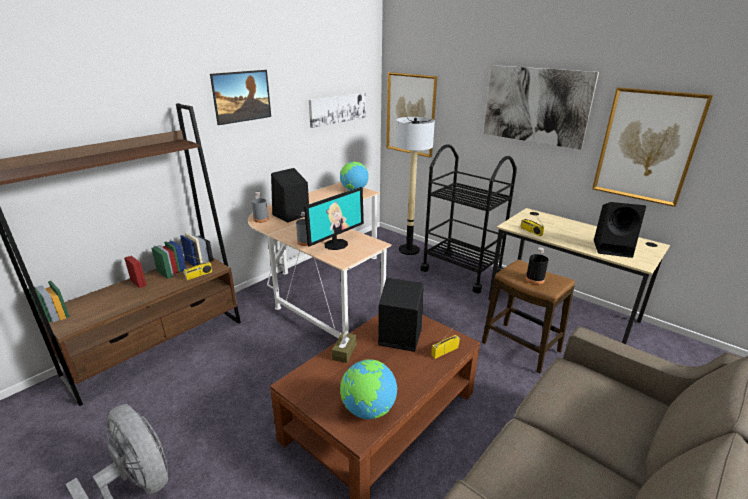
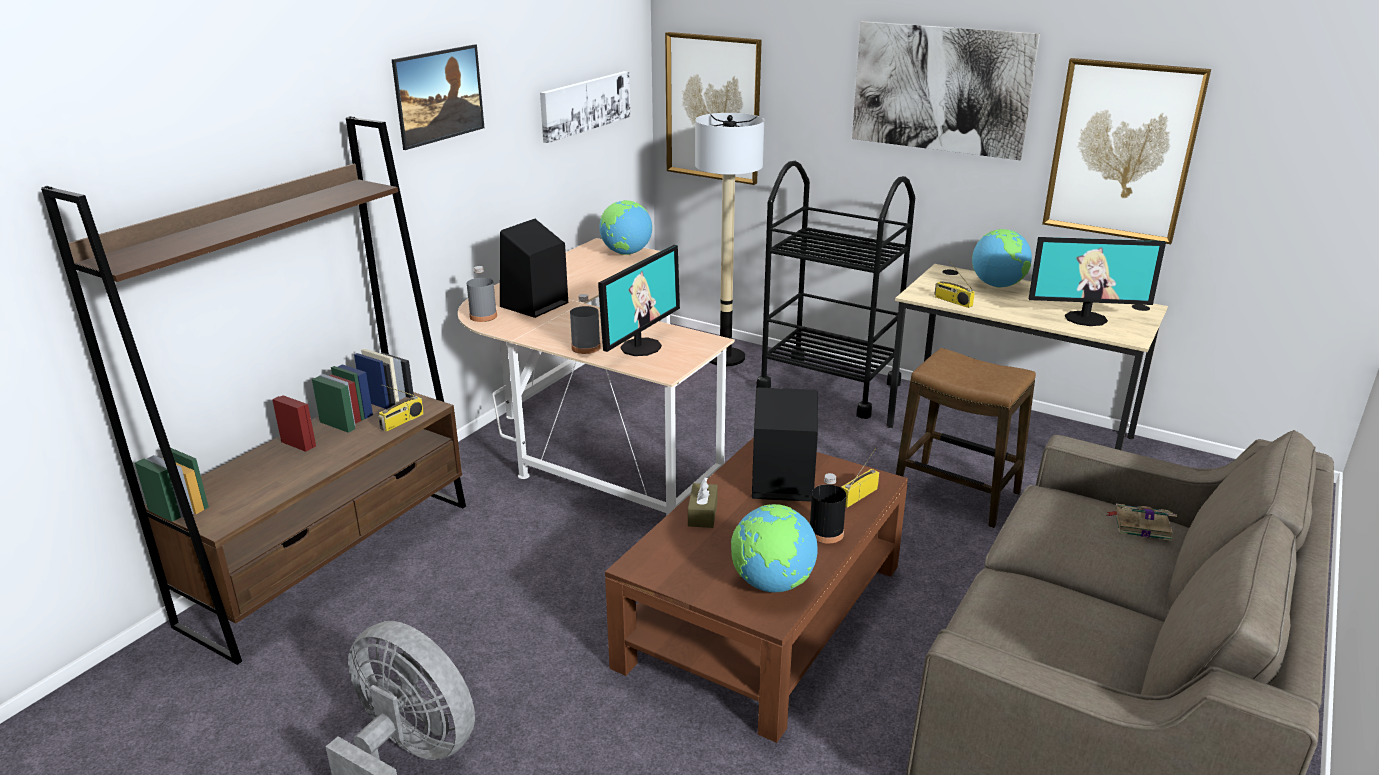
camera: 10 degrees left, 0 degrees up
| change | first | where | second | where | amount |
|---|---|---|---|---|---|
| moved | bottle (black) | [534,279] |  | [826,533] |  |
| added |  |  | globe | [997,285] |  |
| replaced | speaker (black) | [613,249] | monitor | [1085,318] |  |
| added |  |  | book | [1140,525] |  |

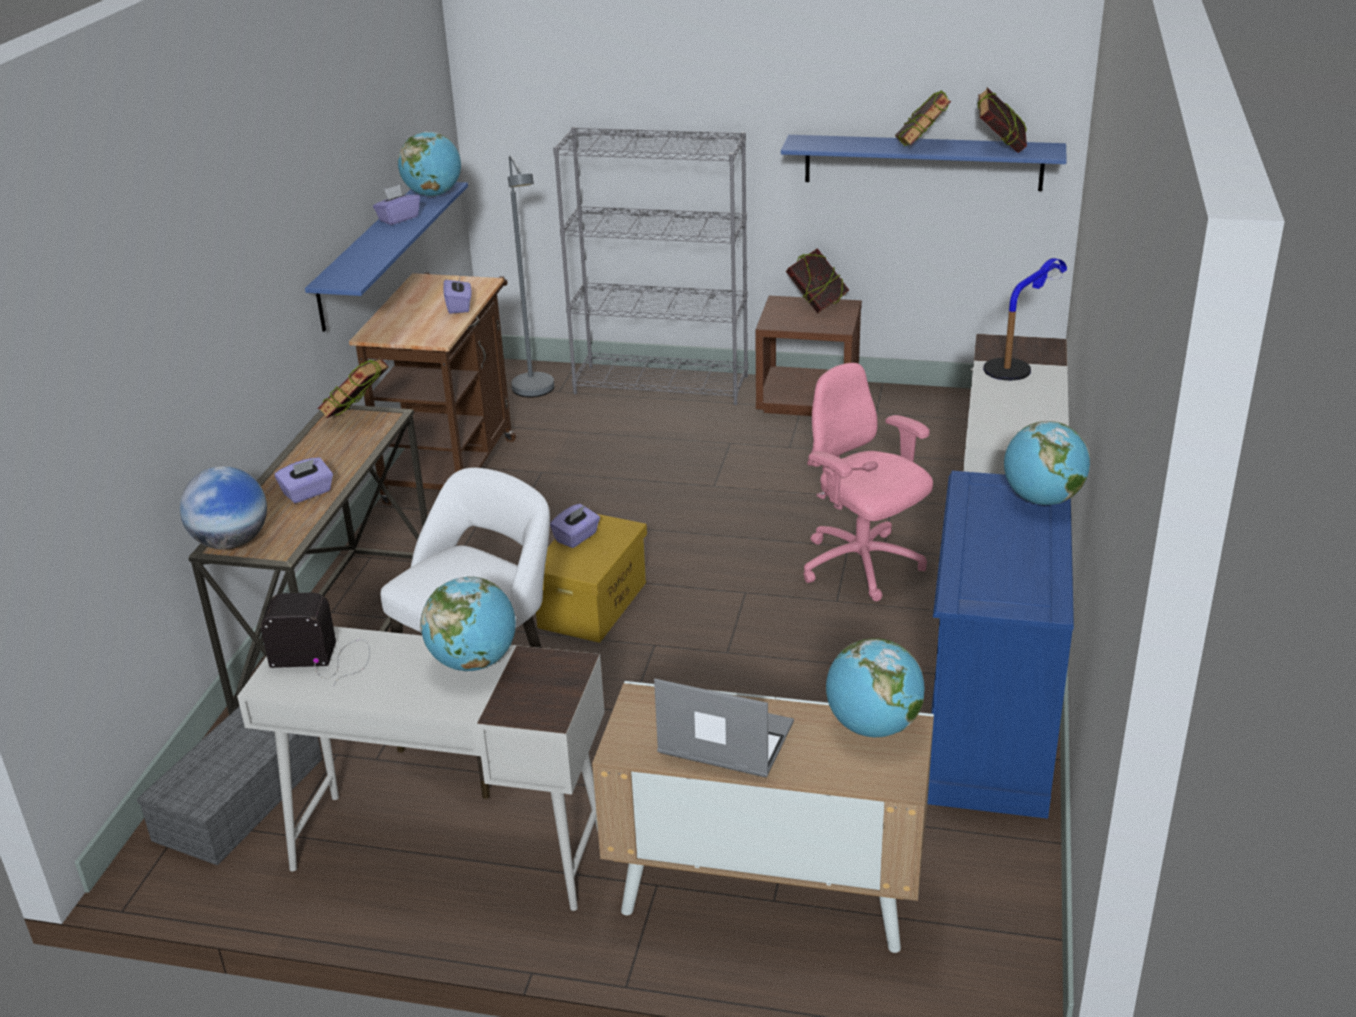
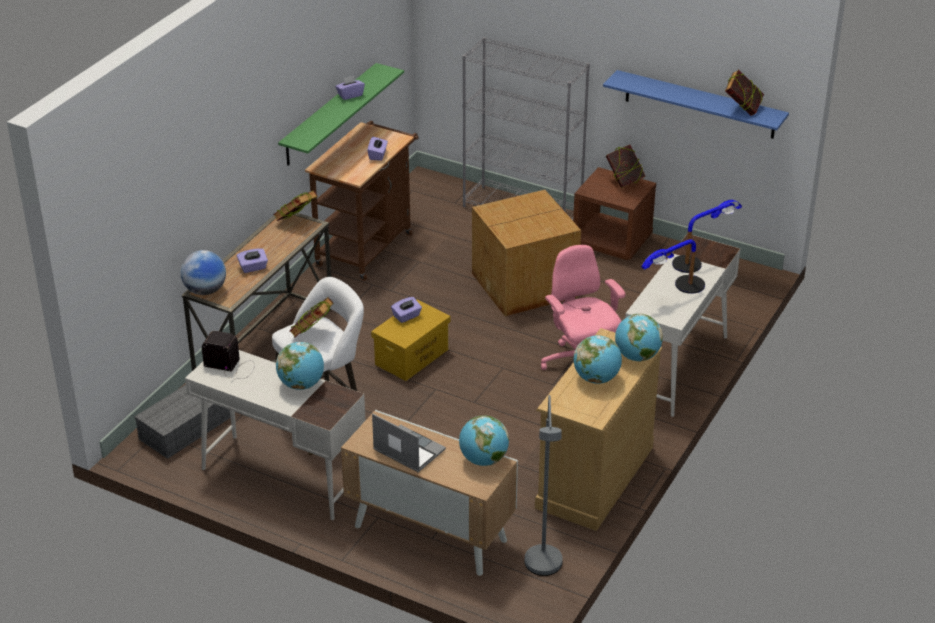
camera: 15 degrees right, 5 degrees up
| change | first | where | second | where | amount |
|---|---|---|---|---|---|
| recoloured | shelf (blue) | [370,254] | shelf (green) | [329,115] |  |
| moved | book | [921,146] |  | [312,334] |  |
| added |  |  | cardboard box | [526,285] |  |
| moved | floor lamp (grey) | [535,393] |  | [543,570] |  |
| recoloured | dresser (blue) | [988,729] | dresser (beige) | [594,477] |  |
| moved | globe | [433,194] |  | [596,378] |  |
| added |  |  | table lamp | [677,290] |  |

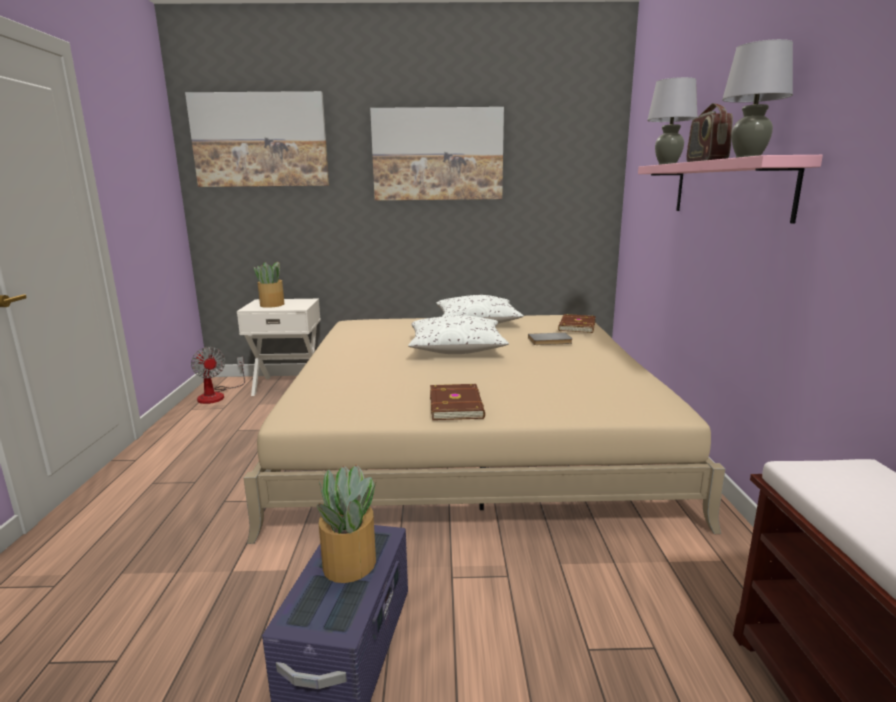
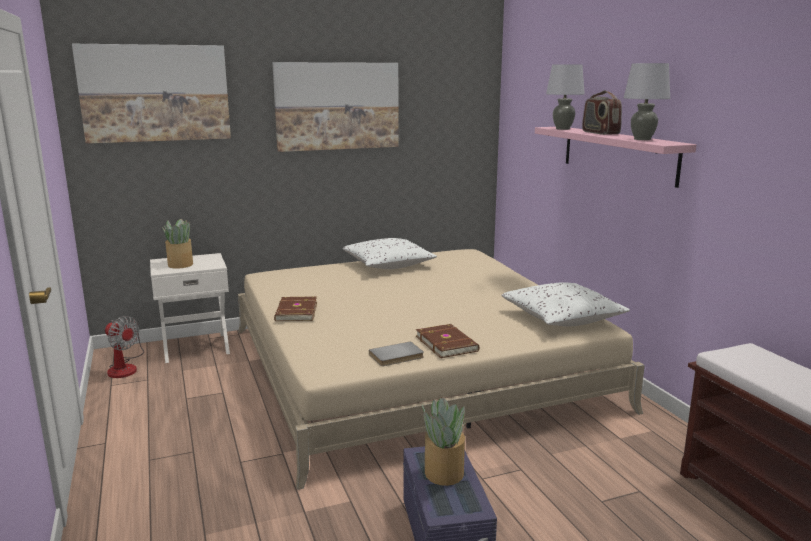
camera: 20 degrees left, 0 degrees up
| change | first | where | second | where | amount |
|---|---|---|---|---|---|
| moved | book (brown) | [576,326] |  | [295,312] |  |
| moved | book (grey) | [550,341] |  | [397,356] |  |
| moved | pillow (white) | [456,348] |  | [562,318] |  |

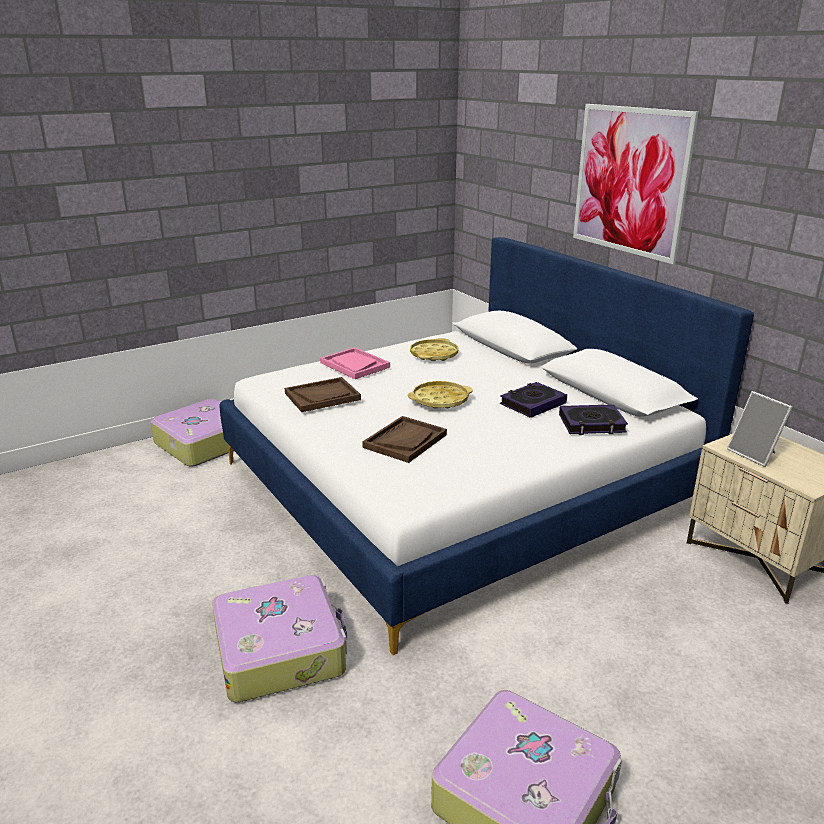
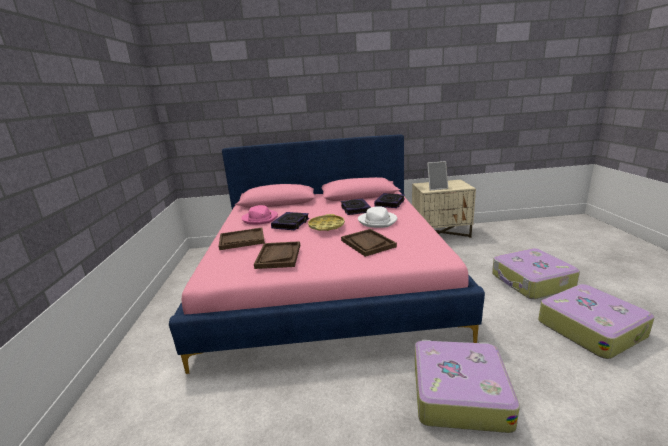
camera: 60 degrees left, 5 degrees down
| change | first | where | second | where | amount |
|---|---|---|---|---|---|
| recoloured | bed (white) | [458,485] | bed (pink) | [326,280] |  |
| recoloured | tray (pink) | [354,365] | tray (brown) | [242,240] |  |
| replaced | tray (yellow) | [434,354] | hat (pink) | [260,219] |  |
| added |  |  | book | [291,223] |  |
| added |  |  | hat (white) | [377,221] |  |
| moved | suitcase | [202,443] |  | [531,282] |  |
| removed | picture | [630,181] |  |  |  |

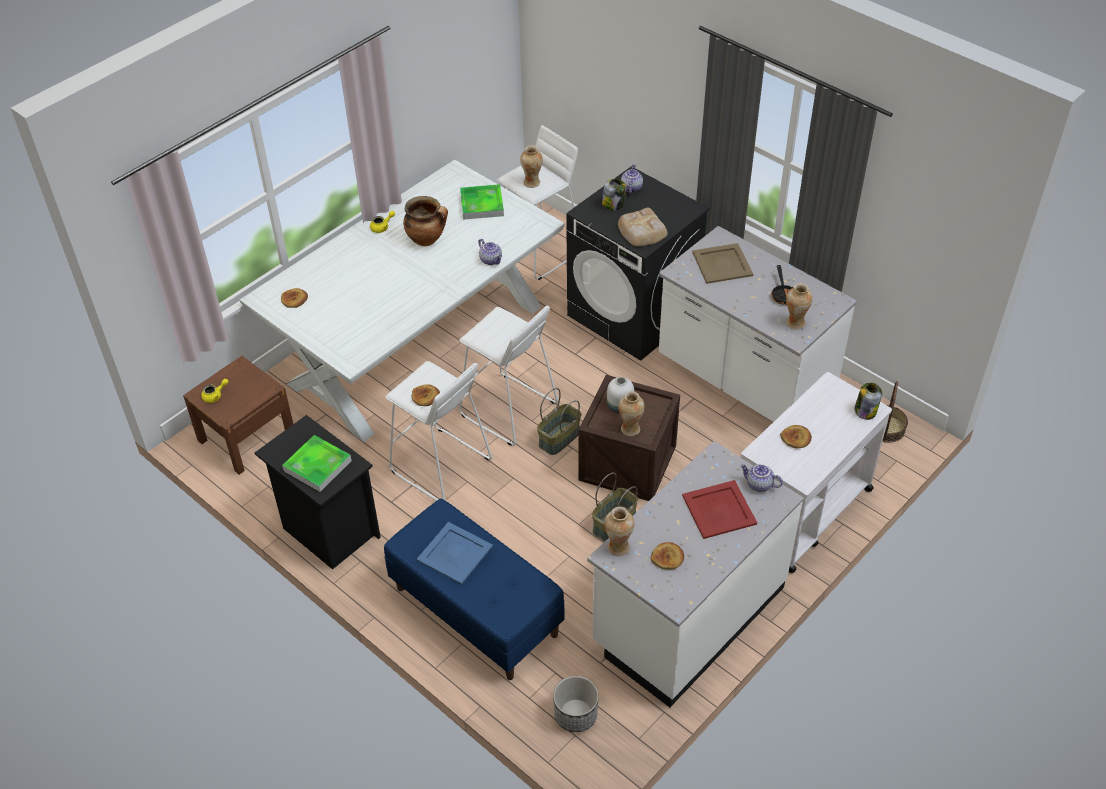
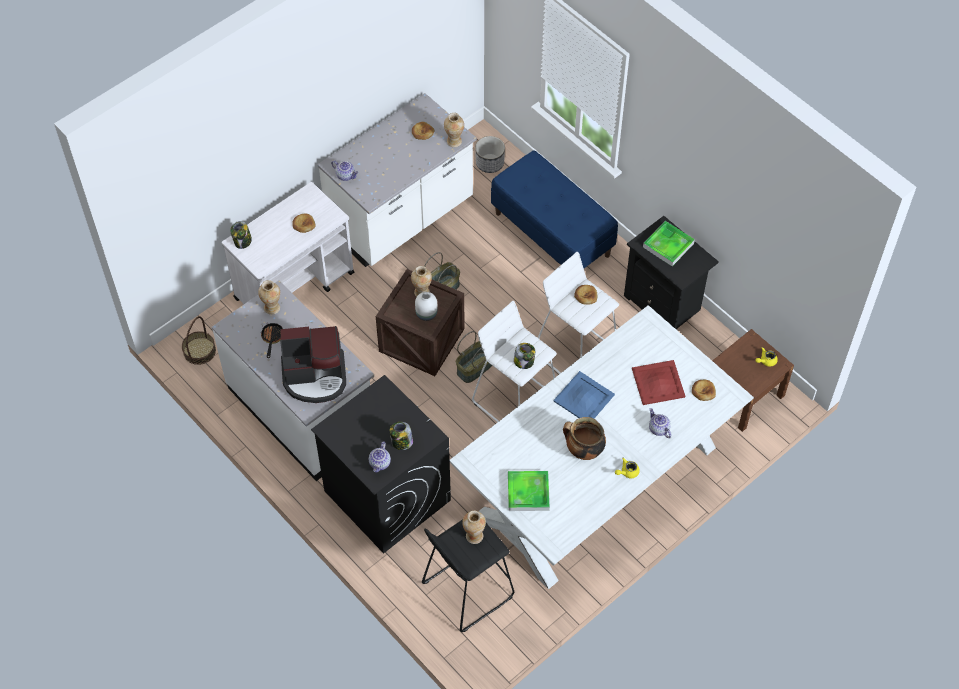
camera: 175 degrees left, 10 degrees up
| change | first | where | second | where | amount |
|---|---|---|---|---|---|
| replaced | tray (beige) | [722,264] | coffee machine | [315,377] |  |
| recoloured | stool (white) | [540,251] | stool (black) | [467,589] |  |
| added |  |  | jar | [524,361] |  |
| moved | tray (blue) | [454,552] |  | [584,398] |  |
| moved | tray (red) | [719,509] |  | [658,383] |  |
| moved | teapot | [491,260] |  | [658,429] |  |
| removed | bread | [642,231] |  |  |  |

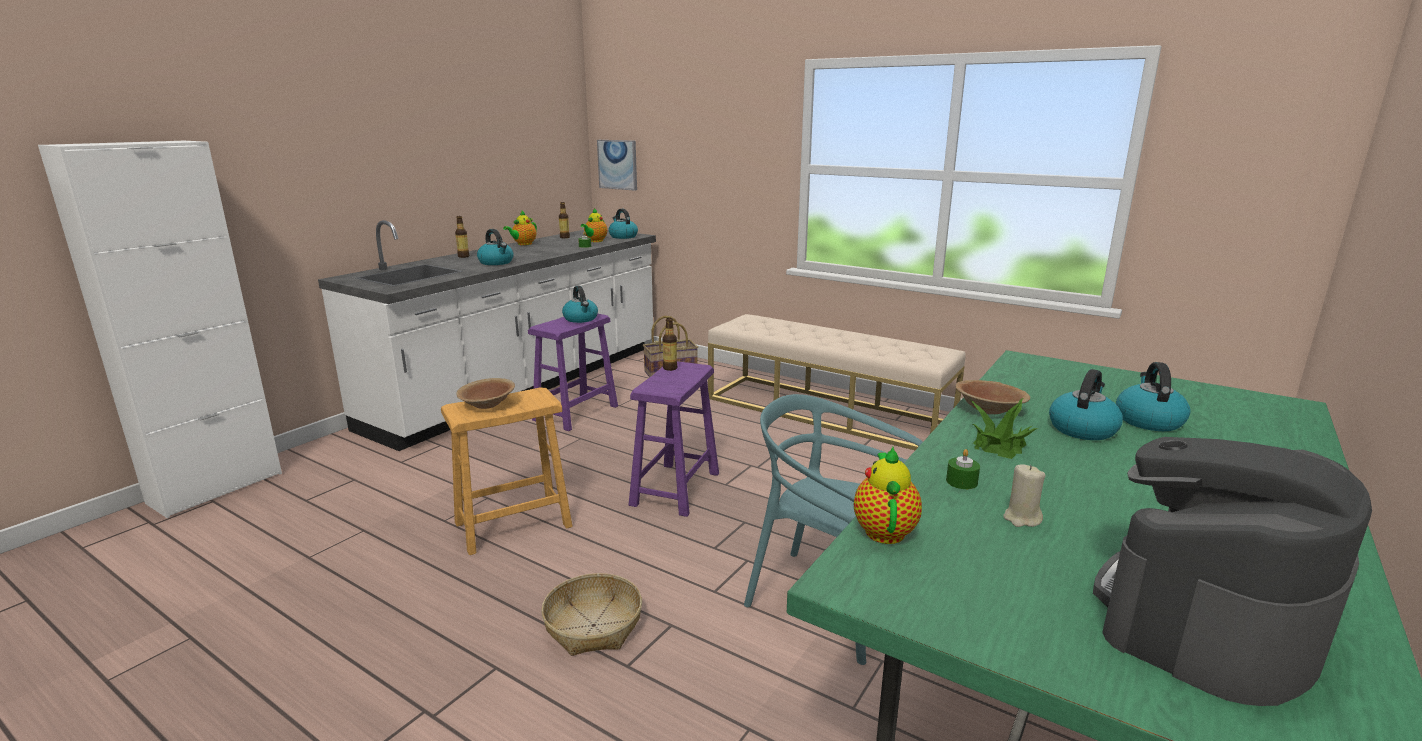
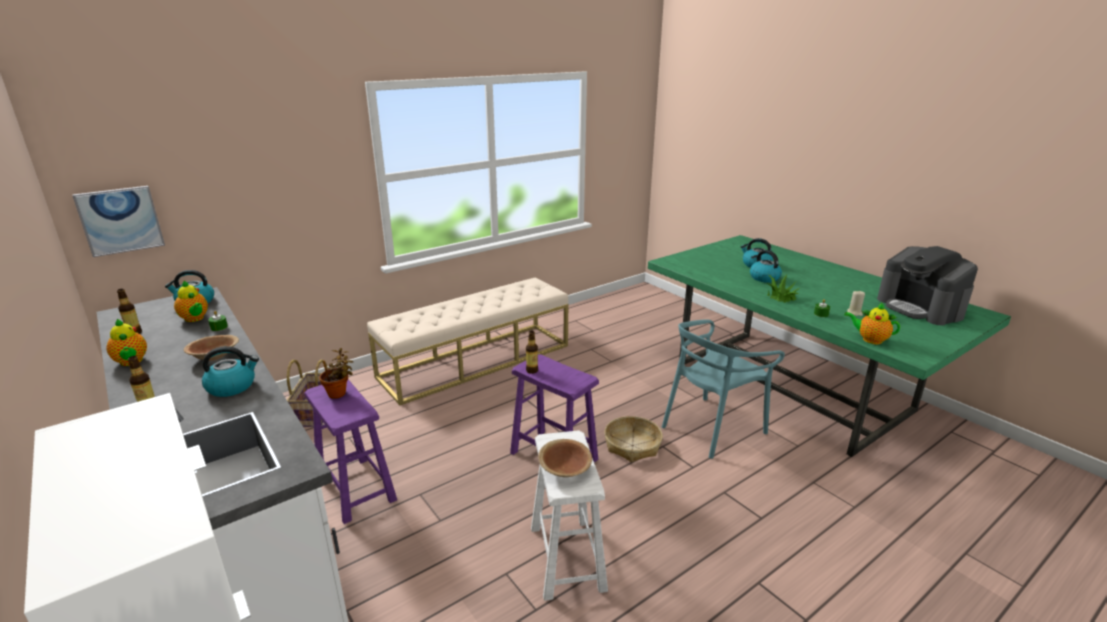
camera: 70 degrees left, 5 degrees up
| change | first | where | second | where | amount |
|---|---|---|---|---|---|
| moved | bowl (brown) | [989,410] |  | [214,357] |  |
| replaced | kettle | [581,319] | potted plant | [339,394] |  |
| recoloured | stool (brown) | [513,525] | stool (white) | [567,558] |  |
| moved | basket | [593,625] |  | [632,445] |  |

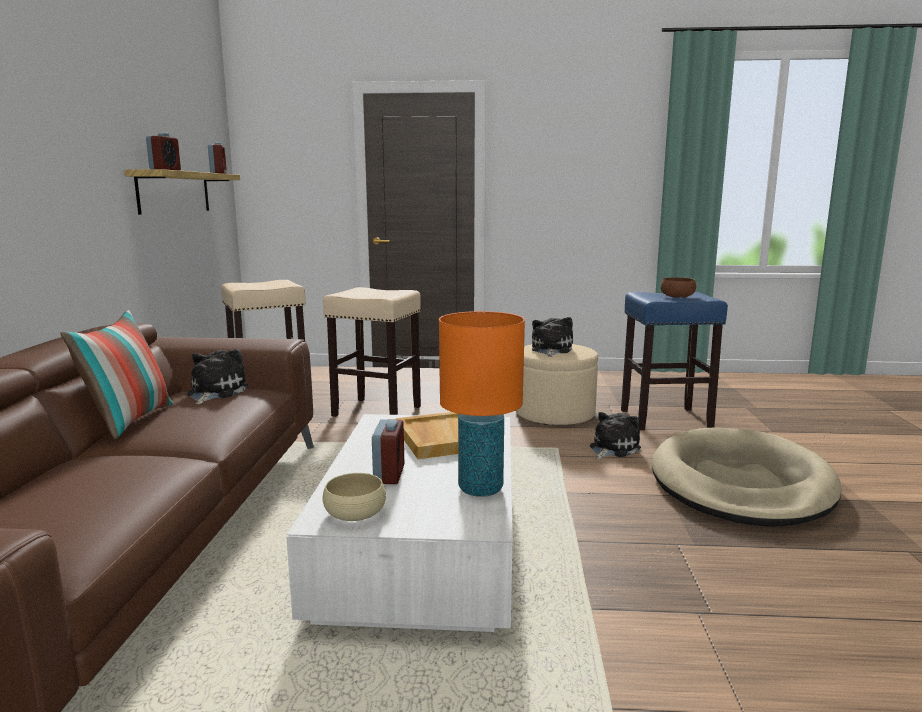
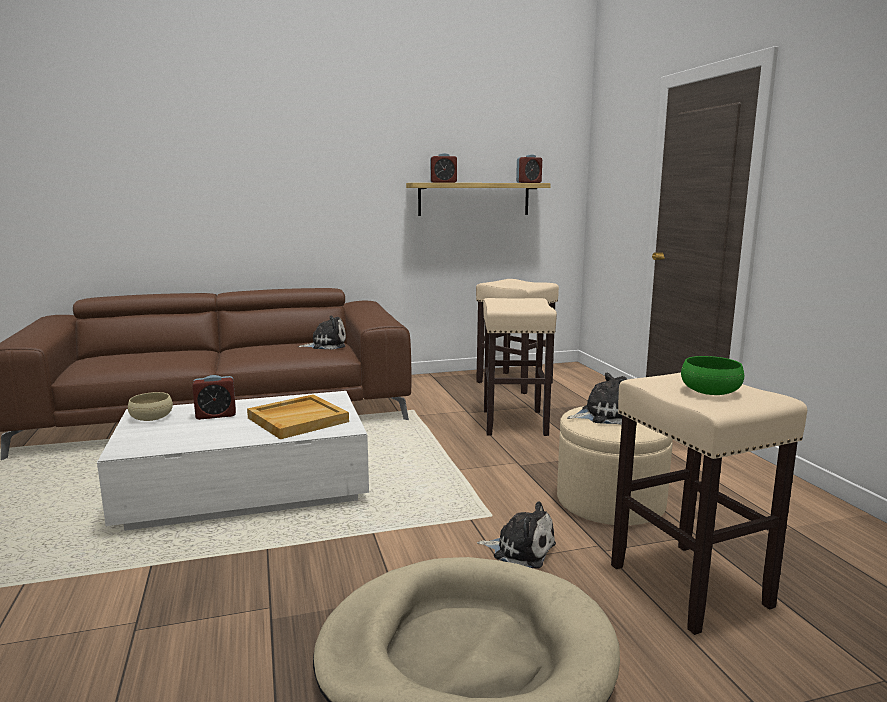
camera: 70 degrees right, 0 degrees up
| change | first | where | second | where | amount |
|---|---|---|---|---|---|
| recoloured | stool (blue) | [664,419] | stool (beige) | [687,584] |  |
| recoloured | bowl (brown) | [677,296] | bowl (green) | [710,390] |  |
| removed | pillow | [129,421] |  |  |  |
| removed | table lamp (orange) | [480,488] |  |  |  |

